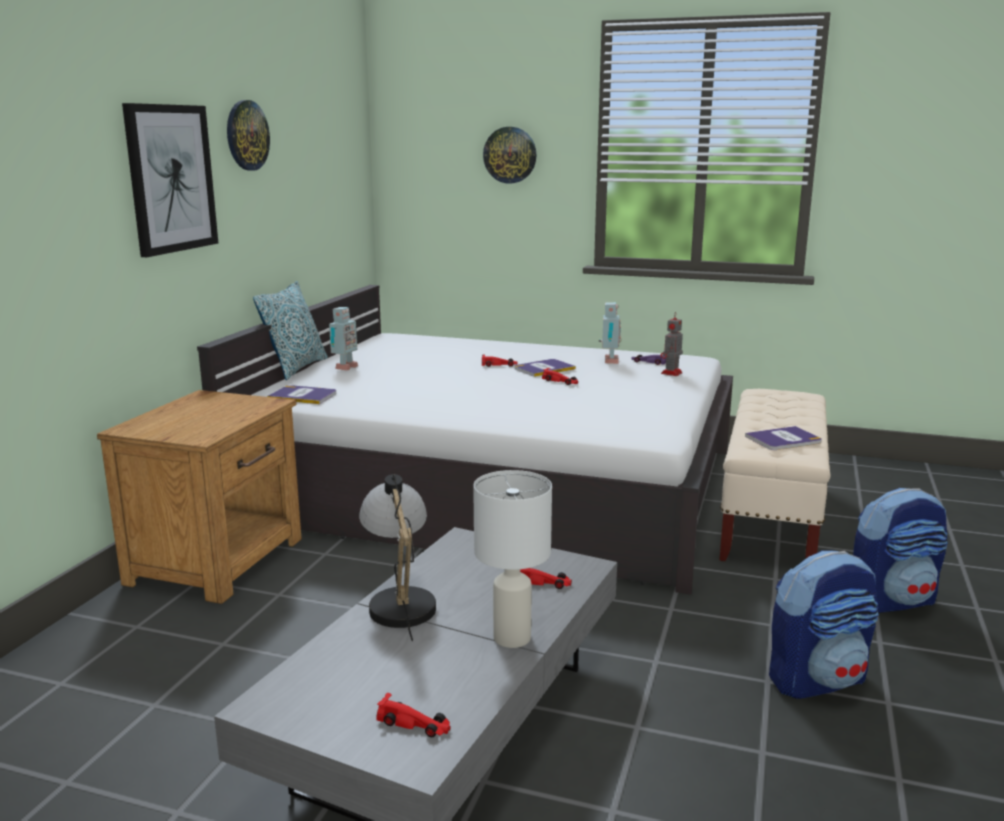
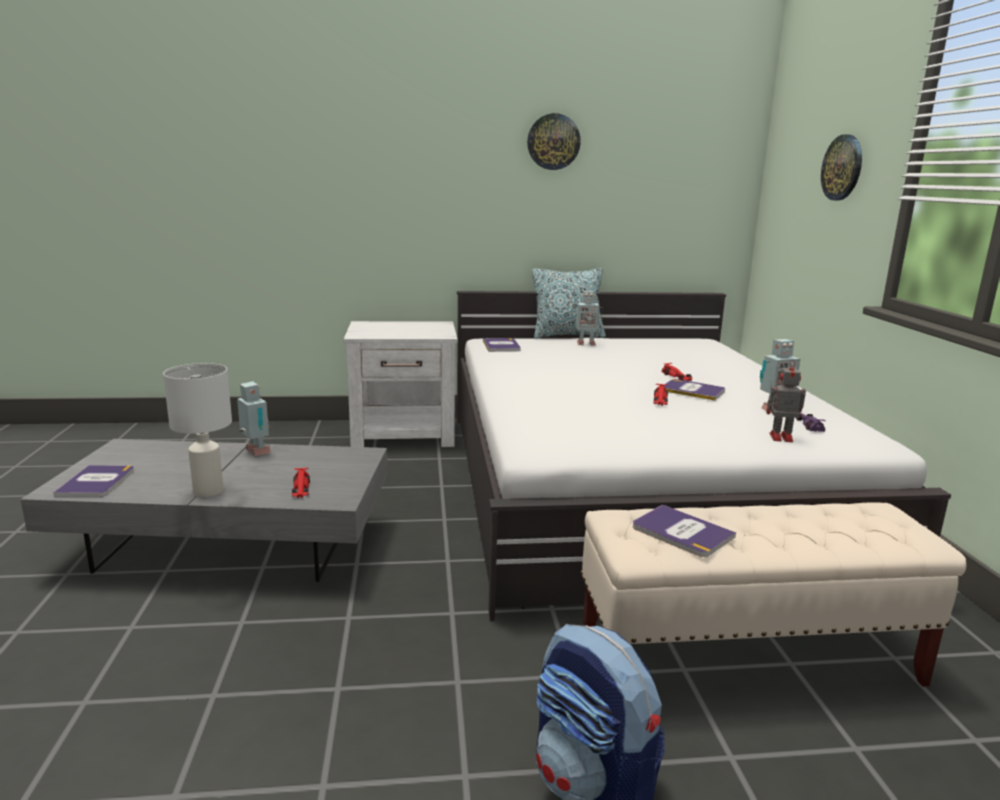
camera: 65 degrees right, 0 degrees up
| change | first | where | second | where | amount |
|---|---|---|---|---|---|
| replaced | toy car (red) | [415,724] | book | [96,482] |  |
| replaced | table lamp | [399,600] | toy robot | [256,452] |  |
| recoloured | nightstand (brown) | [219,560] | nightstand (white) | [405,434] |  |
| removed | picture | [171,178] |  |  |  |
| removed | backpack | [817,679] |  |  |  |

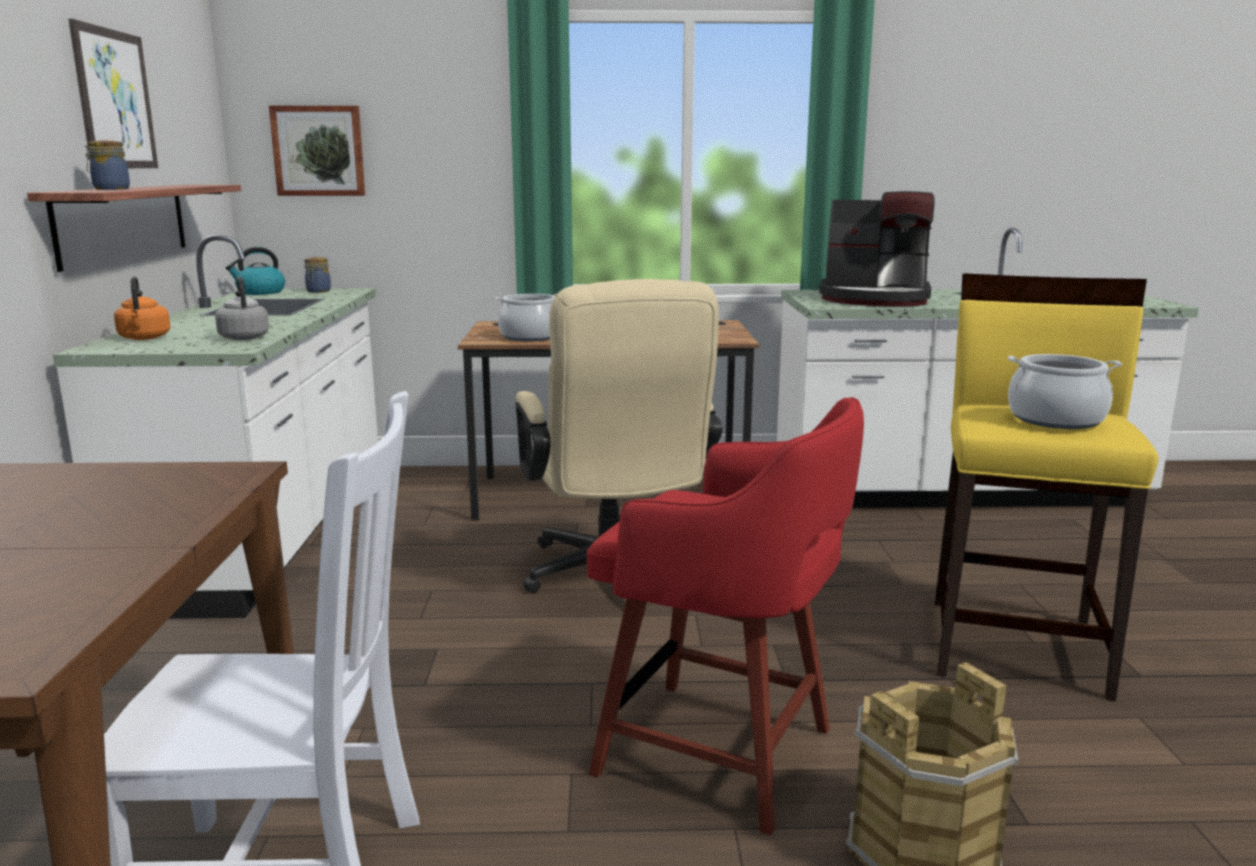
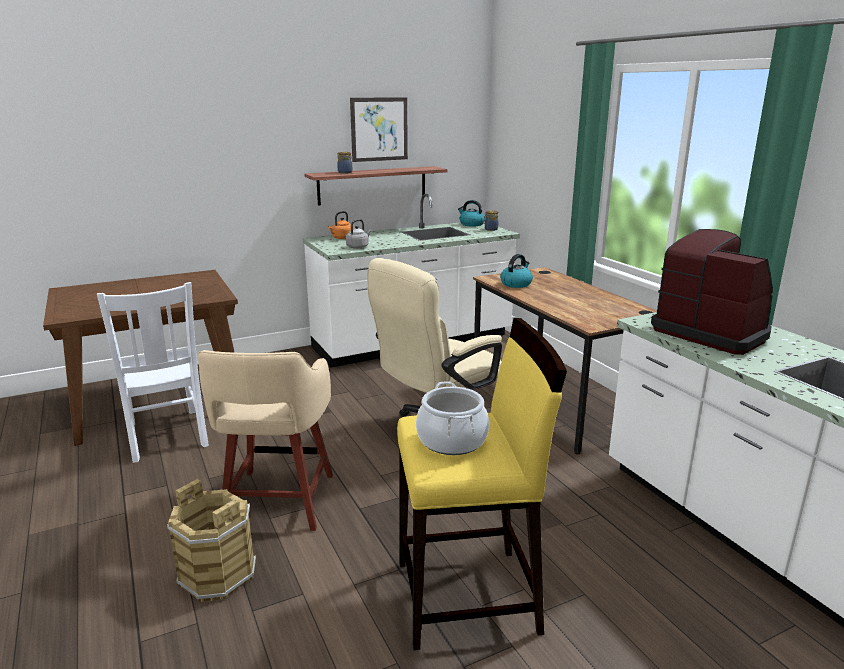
camera: 65 degrees right, 5 degrees up
| change | first | where | second | where | amount |
|---|---|---|---|---|---|
| recoloured | stool (red) | [721,754] | stool (beige) | [277,502] |  |
| replaced | cooking pot | [531,337] | kettle | [516,284] |  |
| turned | coffee machine | [875,299] |  | [711,332] | 150 degrees clockwise |
| removed | picture | [319,151] |  |  |  |

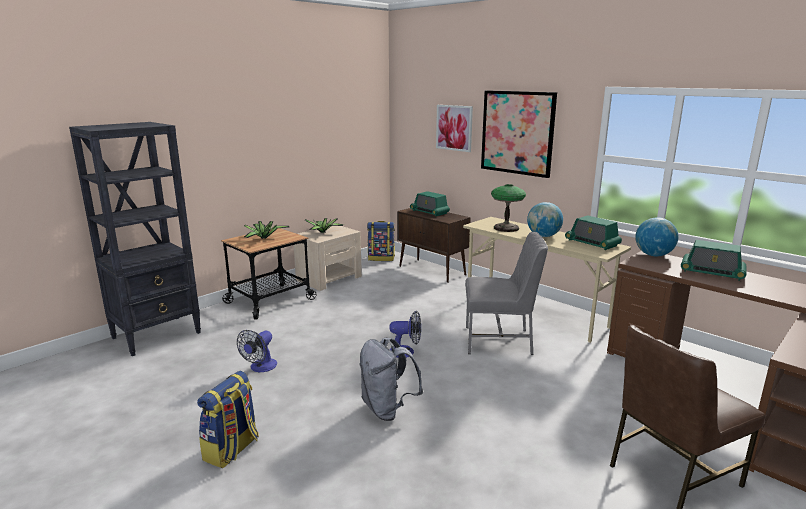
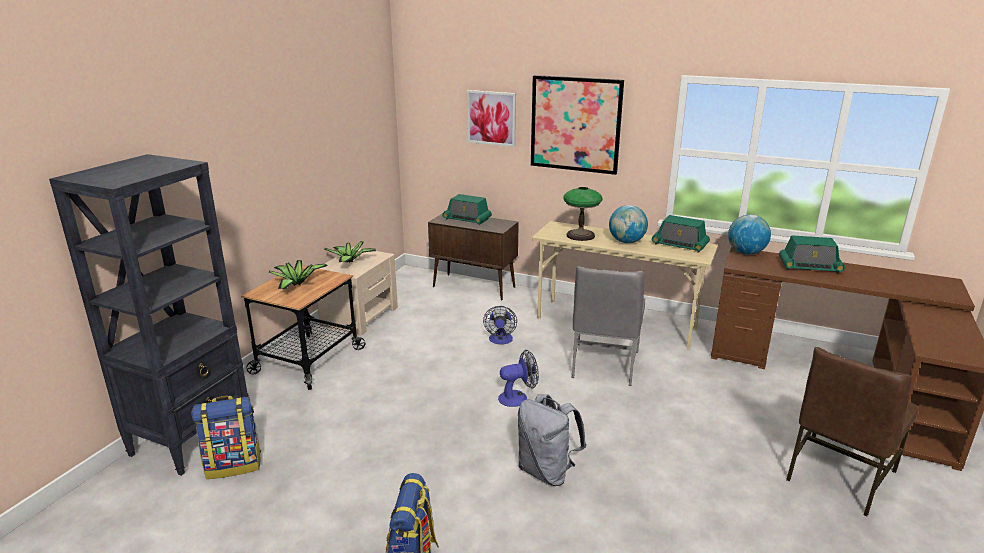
camera: 20 degrees left, 5 degrees up
| change | first | where | second | where | amount |
|---|---|---|---|---|---|
| moved | backpack | [381,258] |  | [234,465] |  |
| moved | fan | [260,368] |  | [500,340] |  |
| turned | chair (grey) | [499,341] |  | [603,364] | 120 degrees clockwise |

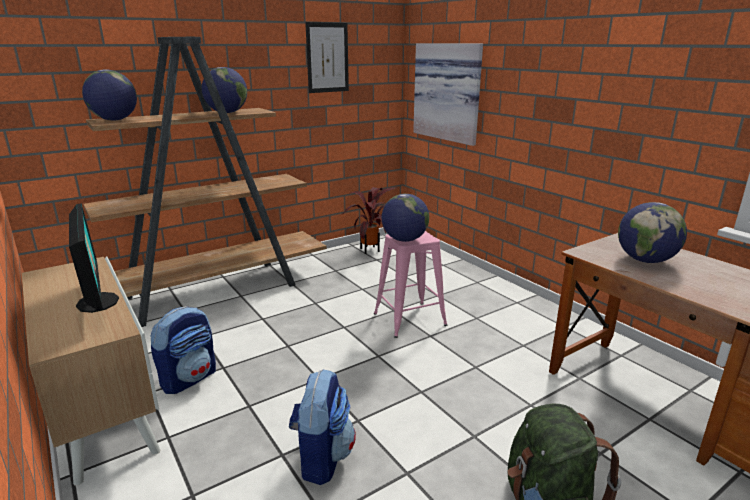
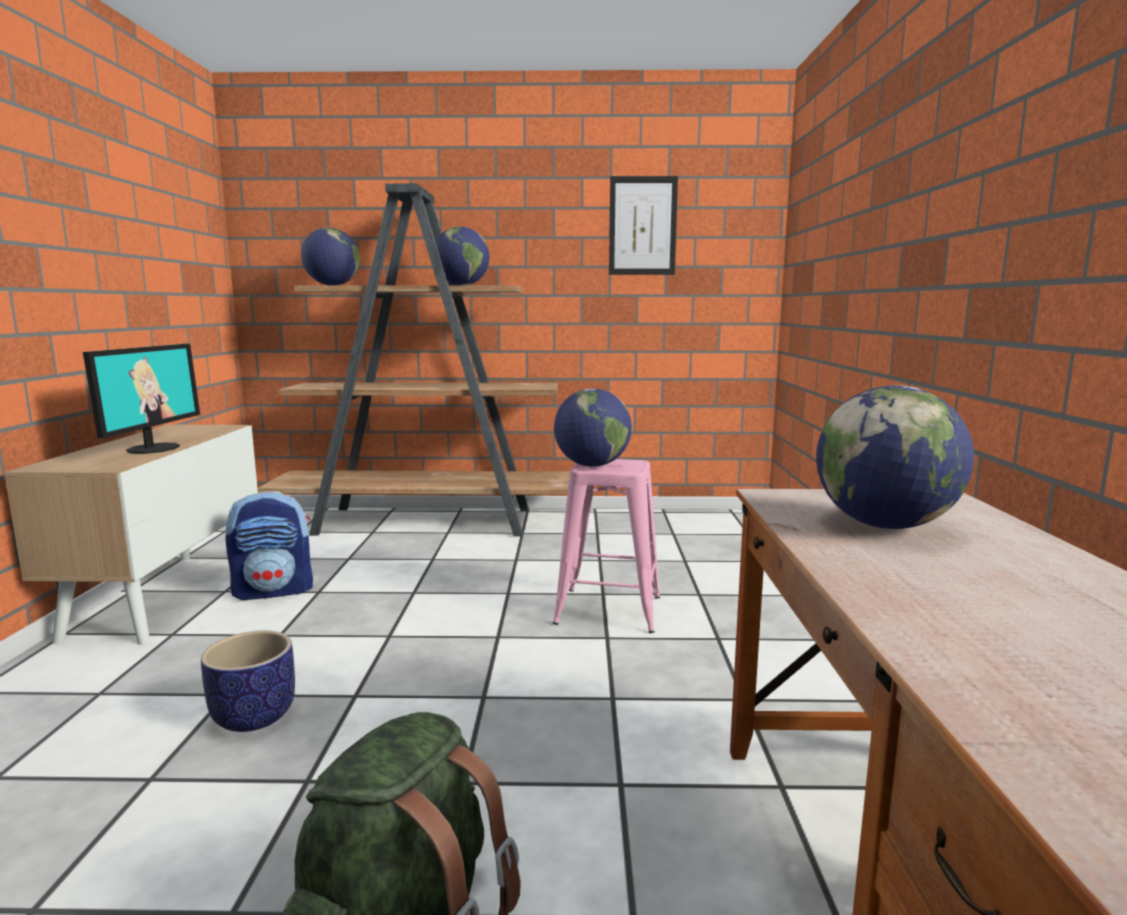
camera: 35 degrees right, 10 degrees down
| change | first | where | second | where | amount |
|---|---|---|---|---|---|
| replaced | backpack | [321,457] | planter | [254,716] |  |
| removed | potted plant | [372,250] |  |  |  |
| removed | picture | [449,92] |  |  |  |

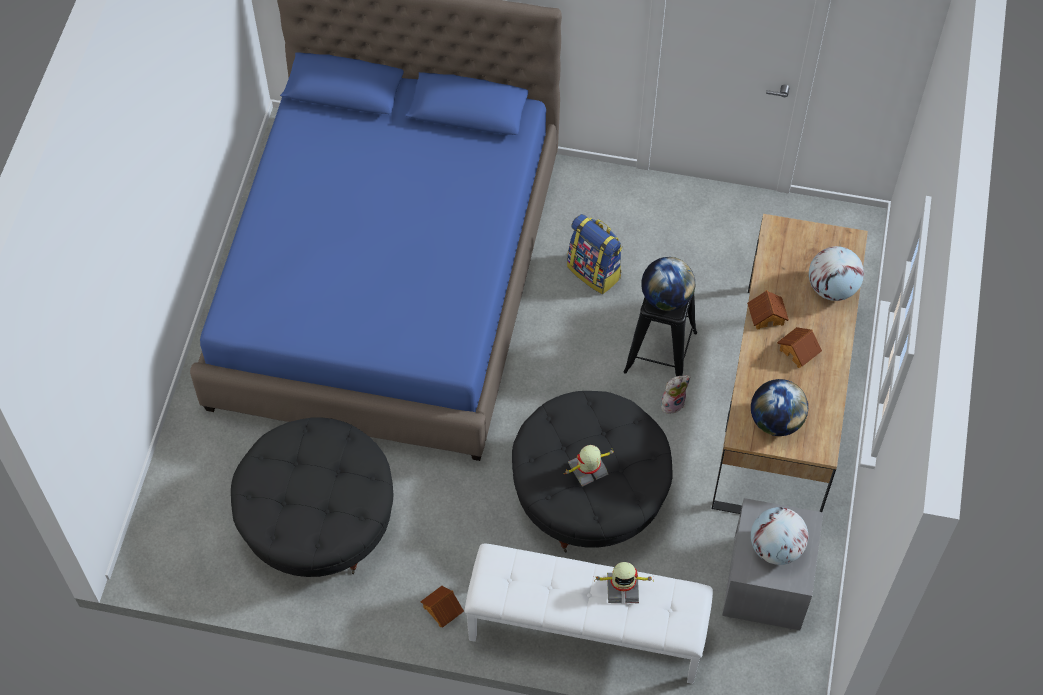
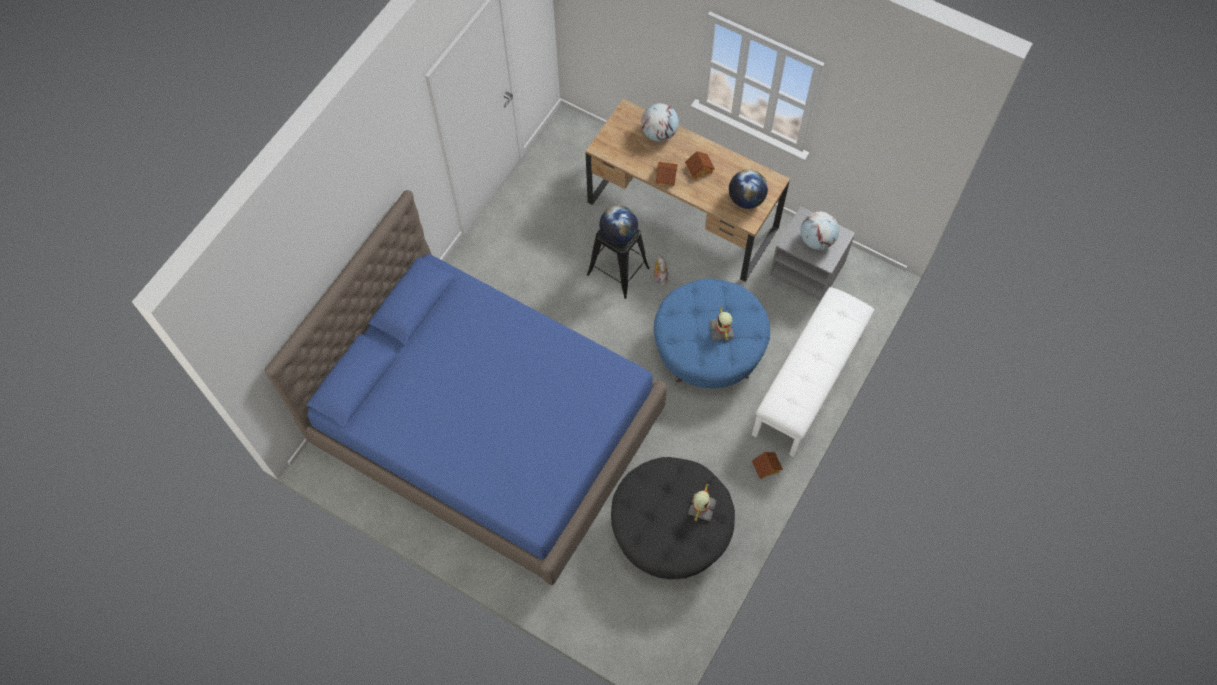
camera: 70 degrees left, 5 degrees up
| change | first | where | second | where | amount |
|---|---|---|---|---|---|
| recoloured | ottoman (black) | [589,492] | ottoman (blue) | [708,349] |  |
| moved | toy robot | [622,587] |  | [701,507] |  |
| removed | backpack | [595,272] |  |  |  |

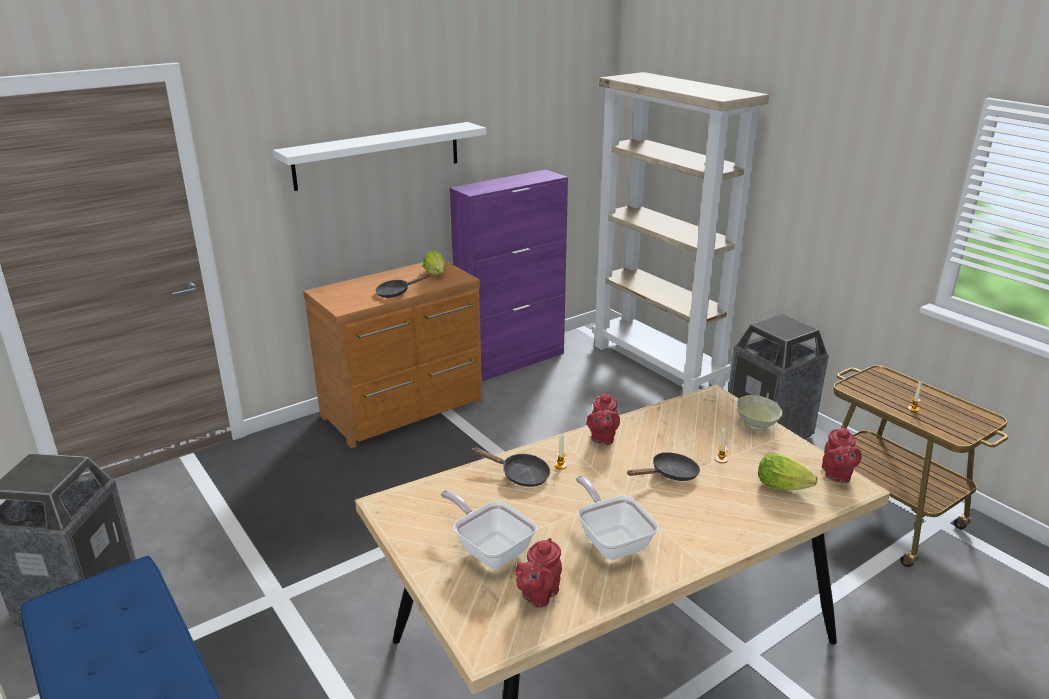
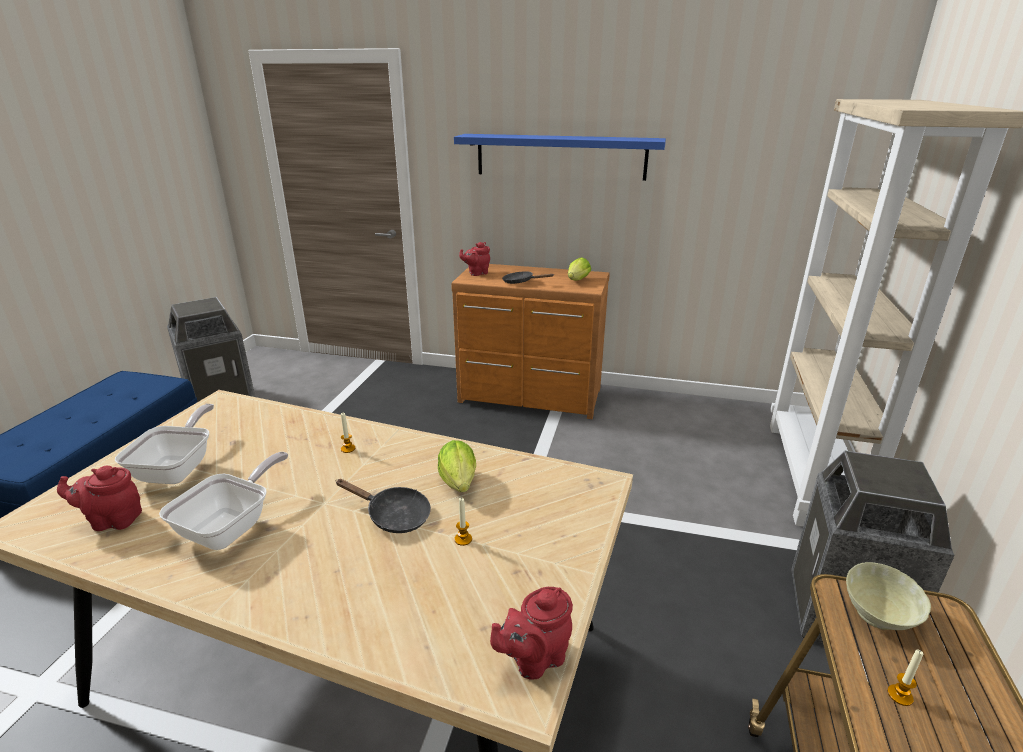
camera: 50 degrees right, 0 degrees up
| change | first | where | second | where | amount |
|---|---|---|---|---|---|
| moved | lettuce | [785,487] |  | [459,485] |  |
| recoloured | shelf (white) | [378,155] | shelf (blue) | [560,156] |  |
| moved | teapot (red) | [602,438] |  | [476,273] |  |
| moved | bowl (beige) | [756,425] |  | [876,617] |  |
| removed | cabinet (purple) | [512,361] |  |  |  |
| removed | frying pan (black) | [520,475] |  |  |  |

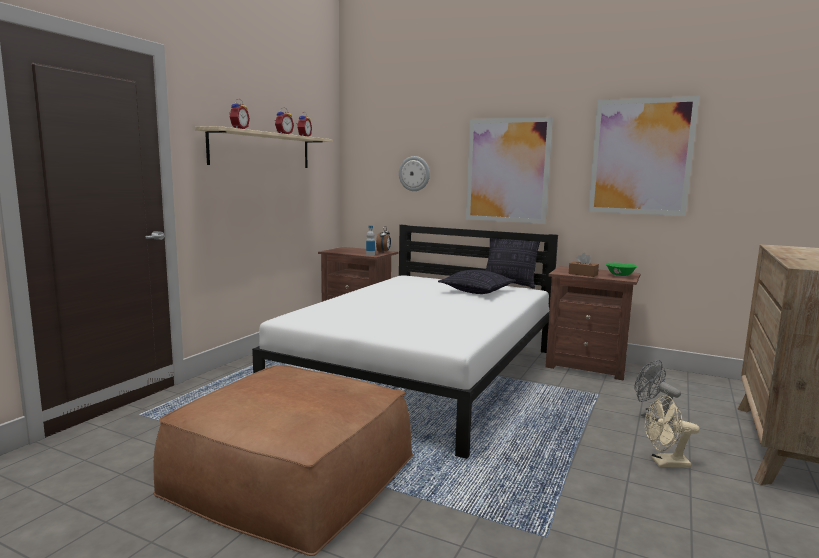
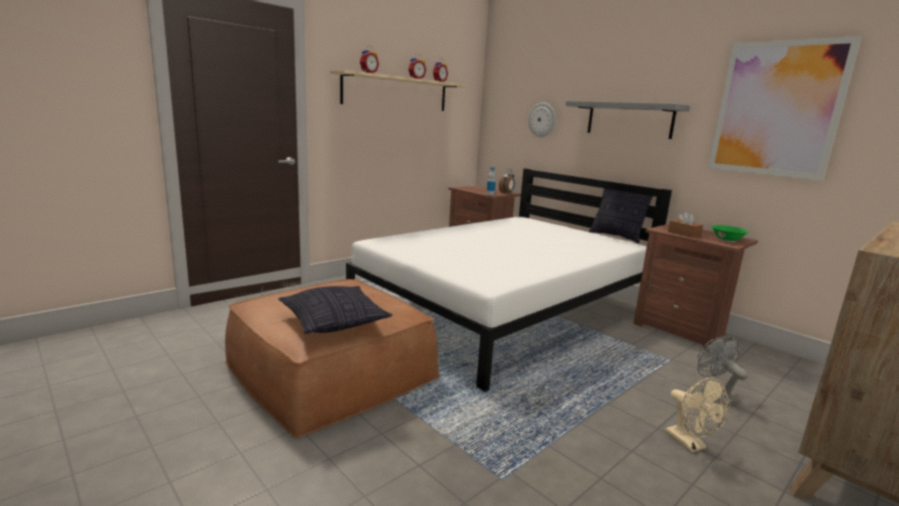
camera: 20 degrees right, 5 degrees up
| change | first | where | second | where | amount |
|---|---|---|---|---|---|
| moved | pillow | [477,291] |  | [334,322] |  |
| replaced | picture | [507,170] | shelf (grey) | [629,119] |  |
| turned | fan (beige) | [665,463] |  | [690,444] | 135 degrees counterclockwise |

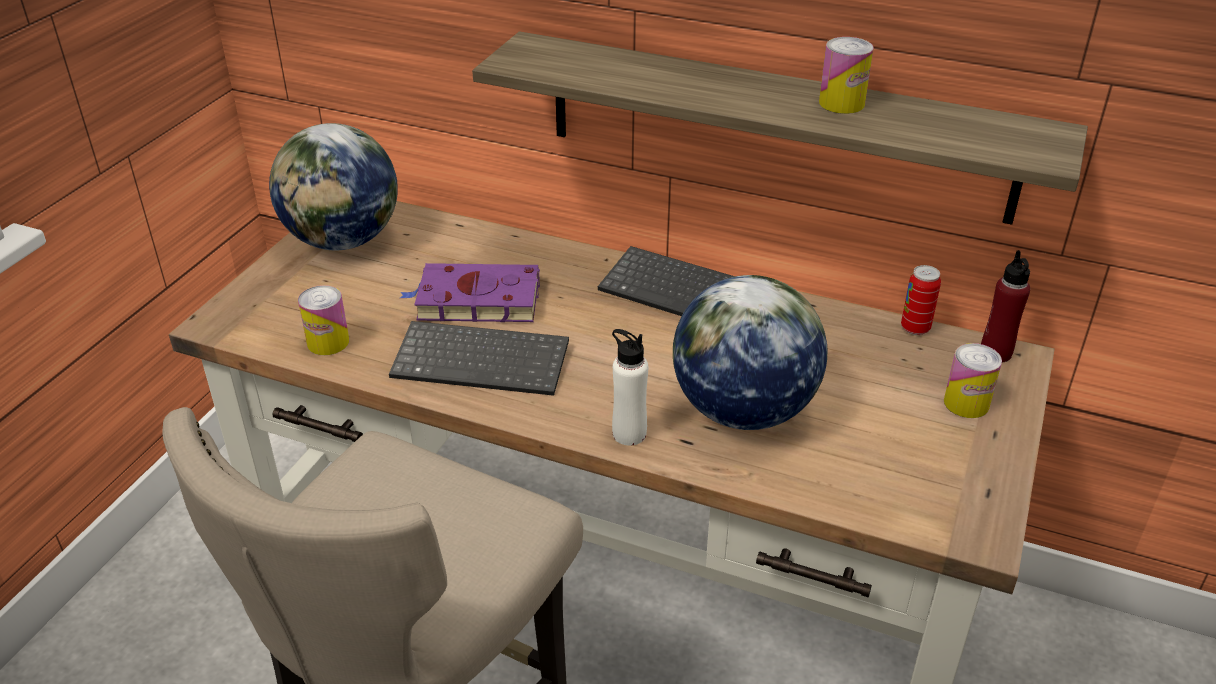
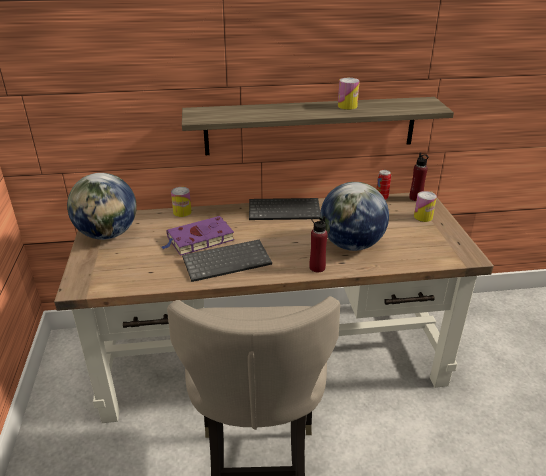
camera: 30 degrees left, 5 degrees down
| change | first | where | second | where | amount |
|---|---|---|---|---|---|
| moved | can | [328,342] |  | [182,212] |  |
| recoloured | bottle (white) | [629,434] | bottle (red) | [317,267] |  |

